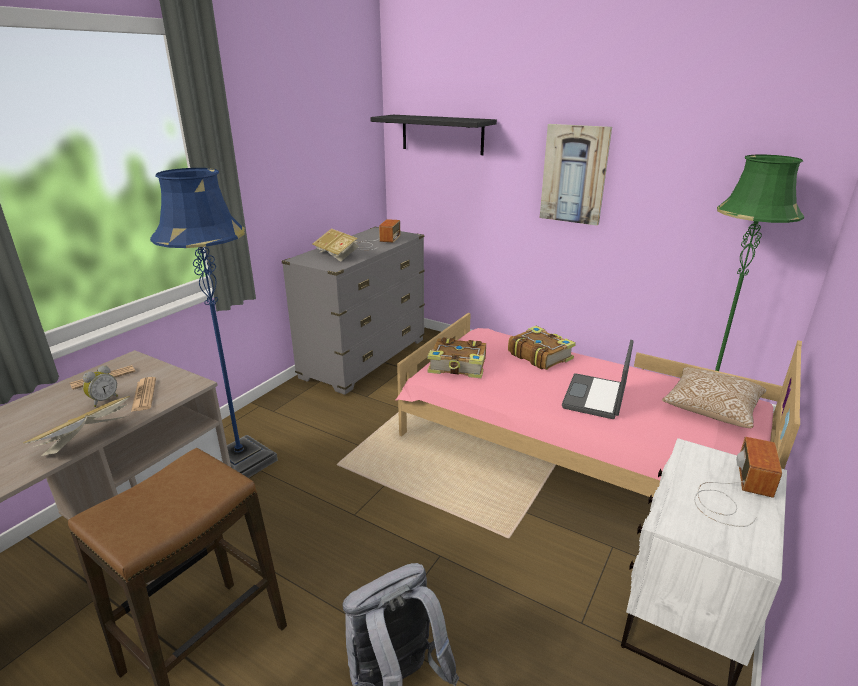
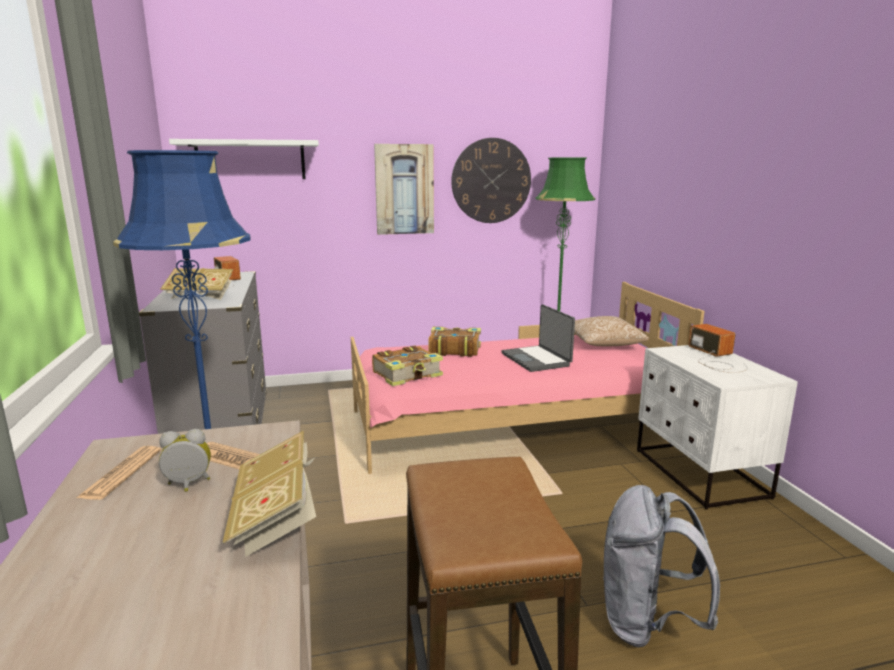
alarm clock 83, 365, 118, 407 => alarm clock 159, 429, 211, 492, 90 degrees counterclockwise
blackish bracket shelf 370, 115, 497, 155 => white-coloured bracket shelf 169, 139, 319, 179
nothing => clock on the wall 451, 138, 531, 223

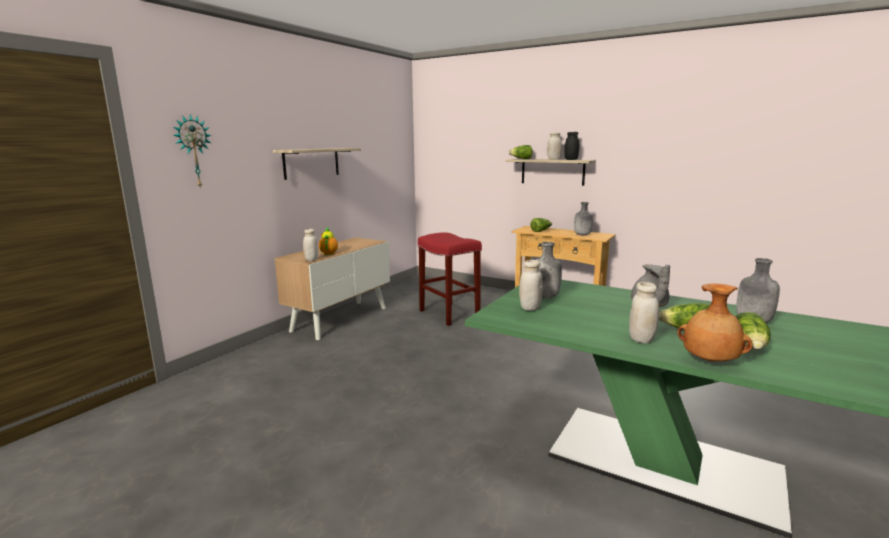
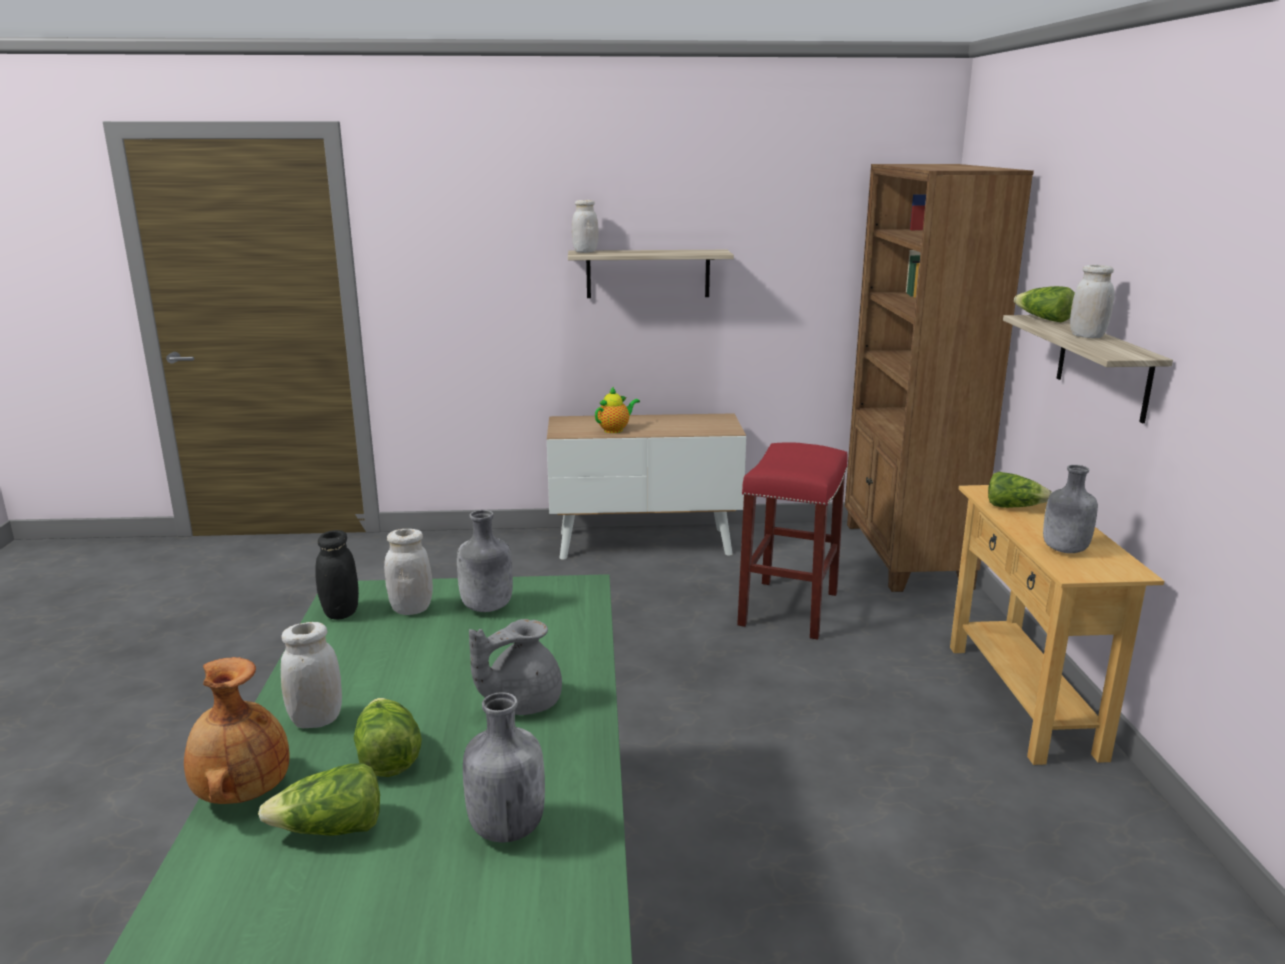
blackish storage jar 564, 132, 580, 160 => blackish storage jar 315, 530, 359, 620, relocated
white-coloured storage jar 303, 229, 319, 261 => white-coloured storage jar 572, 200, 599, 253, relocated
nothing => brown shelving unit 845, 164, 1034, 592
clock on the wall 173, 114, 212, 187 => nothing

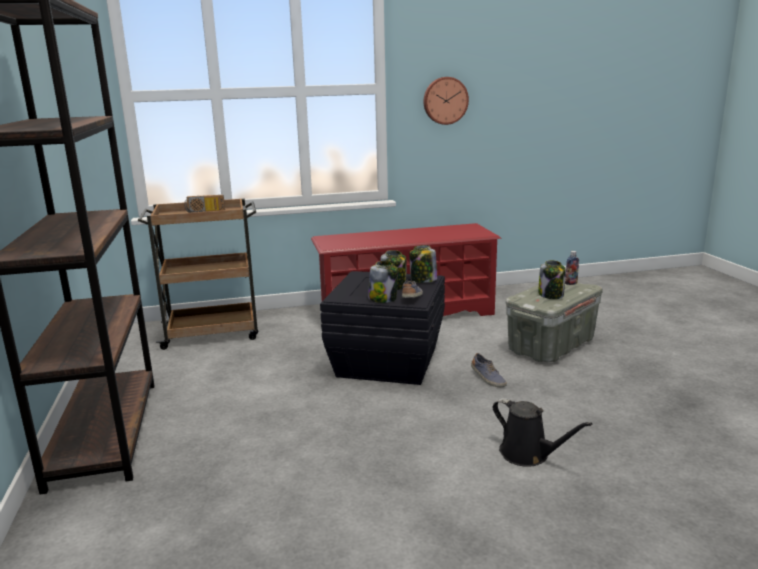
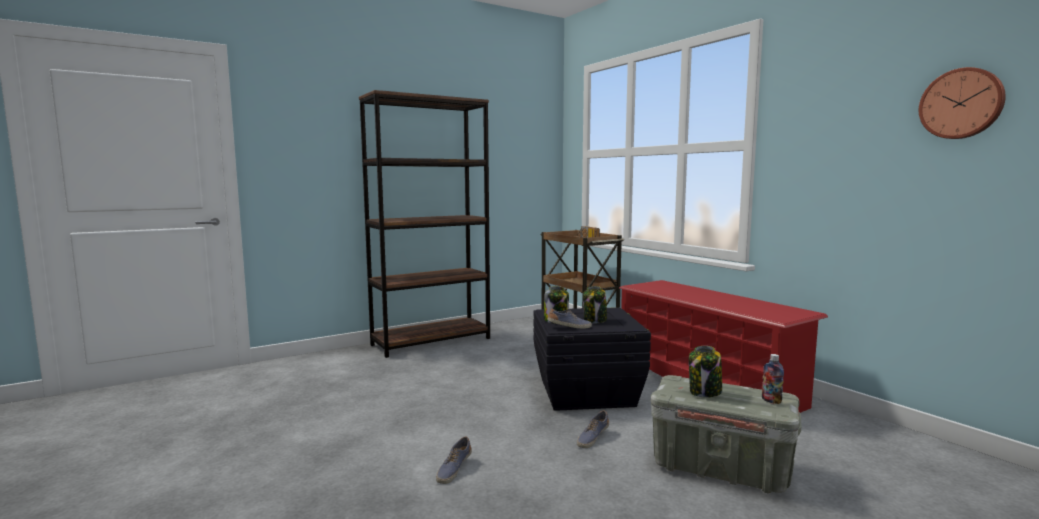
blackish watering can 493, 398, 592, 467 => shoe 436, 436, 472, 484
clock on the wall 423, 77, 469, 125 => clock on the wall 919, 67, 1006, 139, relocated
storage jar 409, 245, 437, 283 => nothing

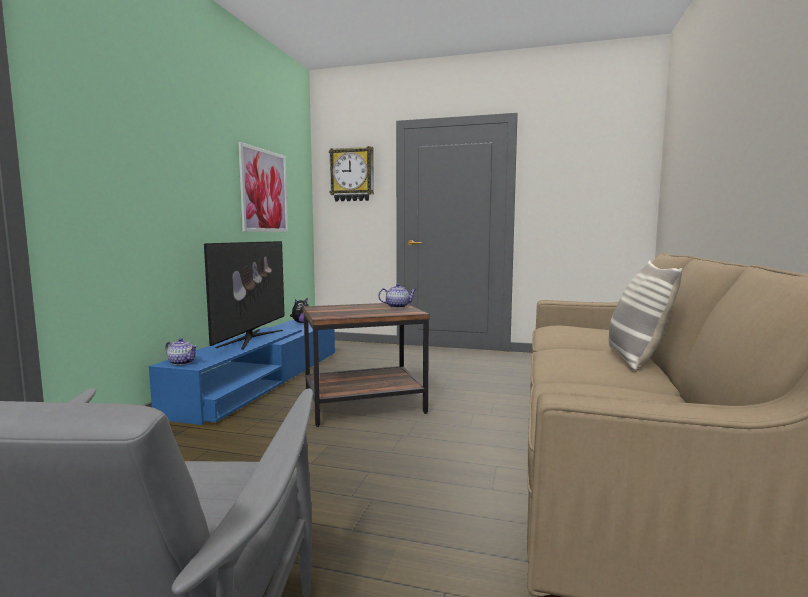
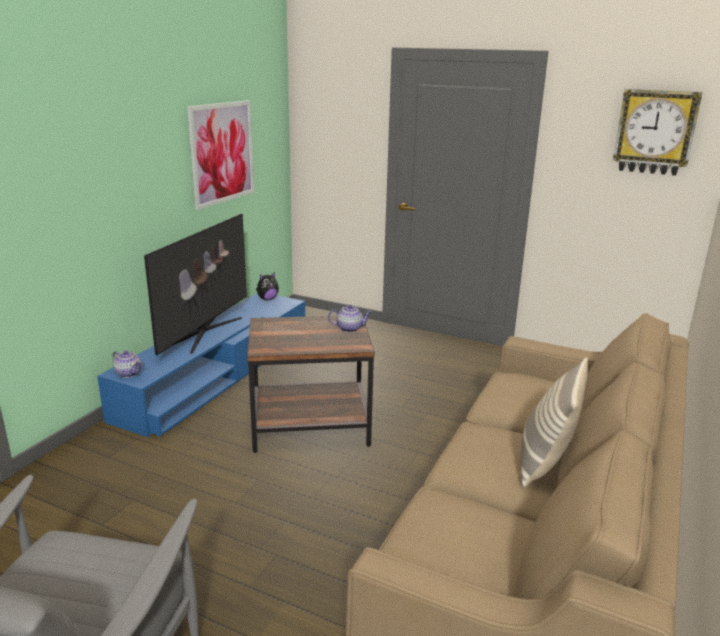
clock on the wall 329, 146, 374, 202 => clock on the wall 613, 89, 703, 176, relocated

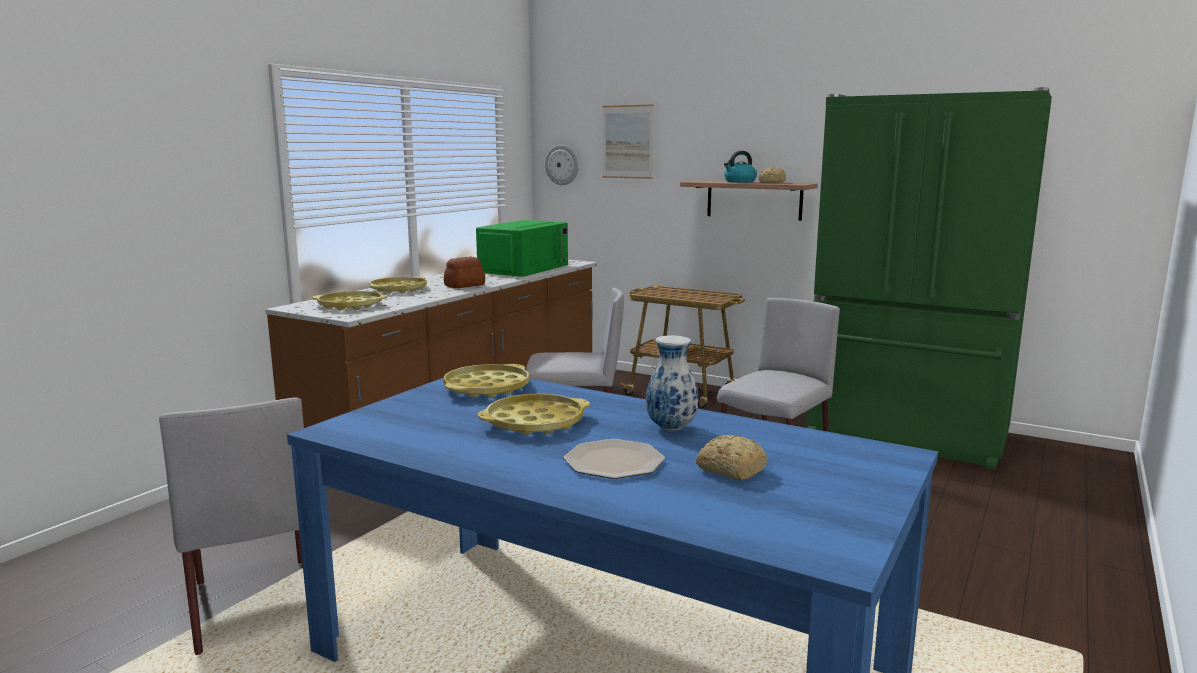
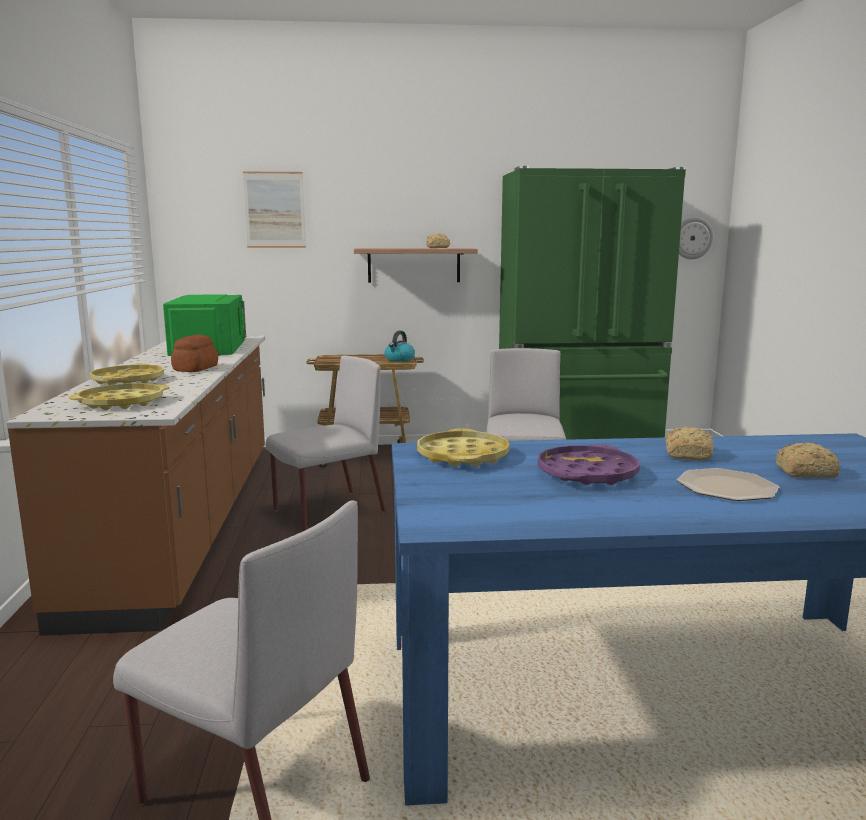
water kettle 724, 151, 757, 183 => water kettle 384, 331, 415, 362, relocated
yellow-coloured serving tray 478, 394, 590, 435 => purple serving tray 538, 444, 640, 485
vase 646, 335, 698, 431 => bread 665, 426, 714, 460
clock on the wall 545, 145, 579, 185 => clock on the wall 679, 217, 714, 259, relocated

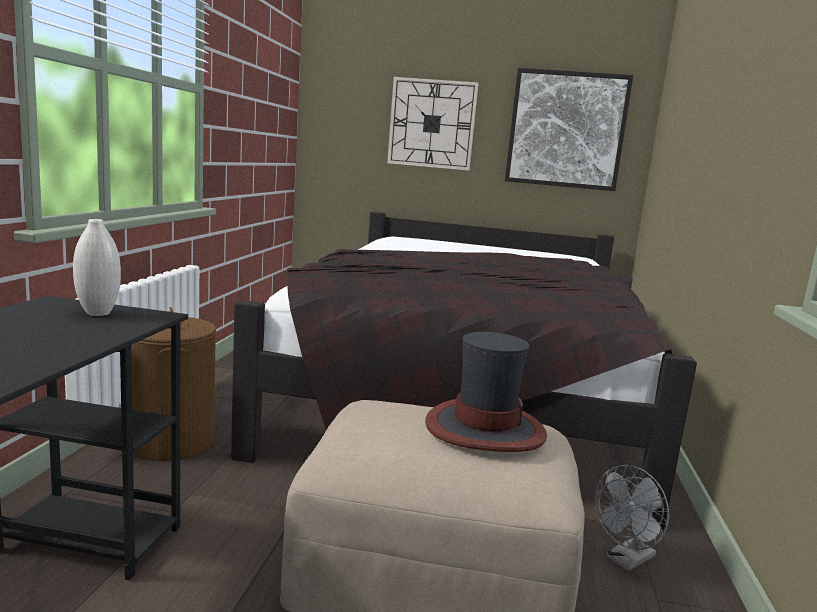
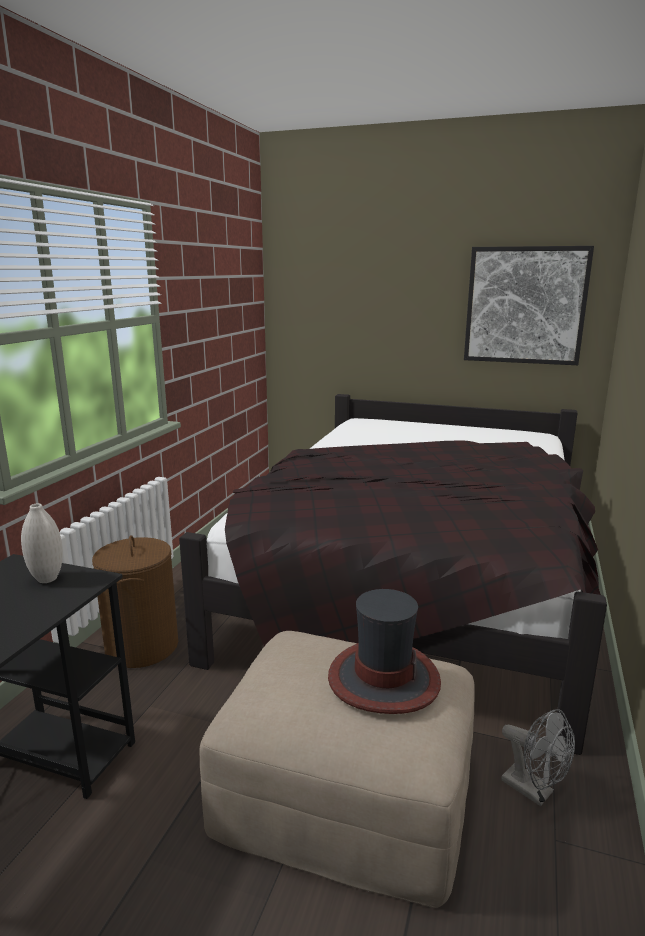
grey electric fan 595, 465, 669, 571 => grey electric fan 501, 709, 575, 806, 105 degrees counterclockwise
clock on the wall 387, 77, 479, 171 => nothing

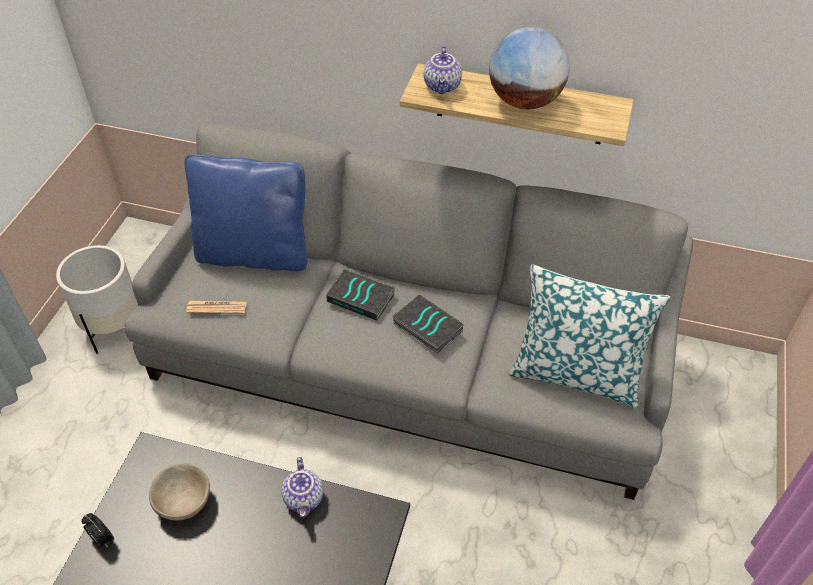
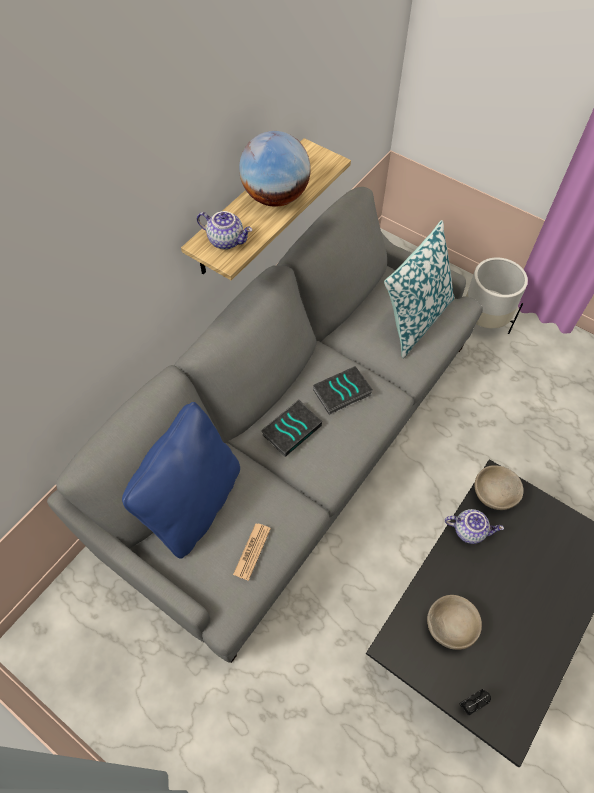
white-coloured planter 56, 245, 138, 354 => white-coloured planter 466, 257, 528, 334, relocated
nothing => sand-coloured deep dish 475, 465, 523, 510

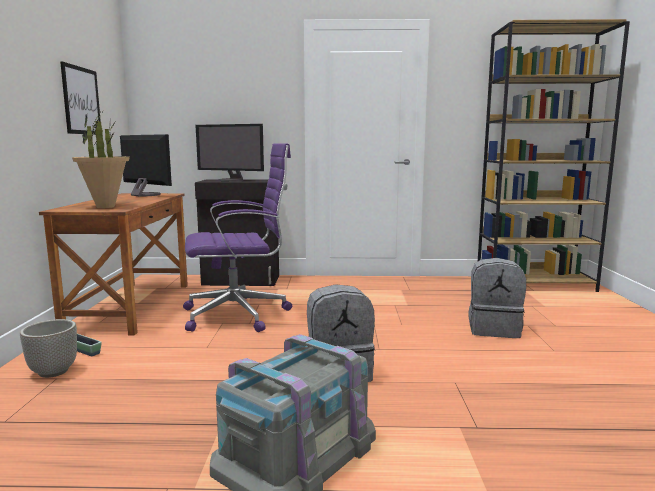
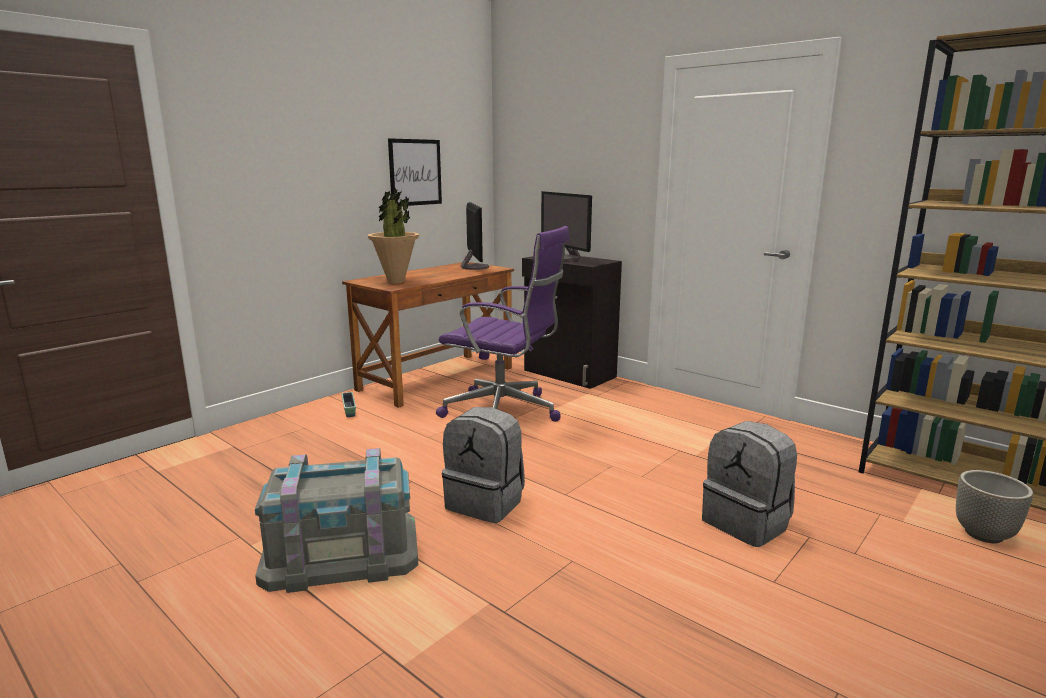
planter 20, 319, 77, 378 => planter 956, 470, 1033, 543, relocated

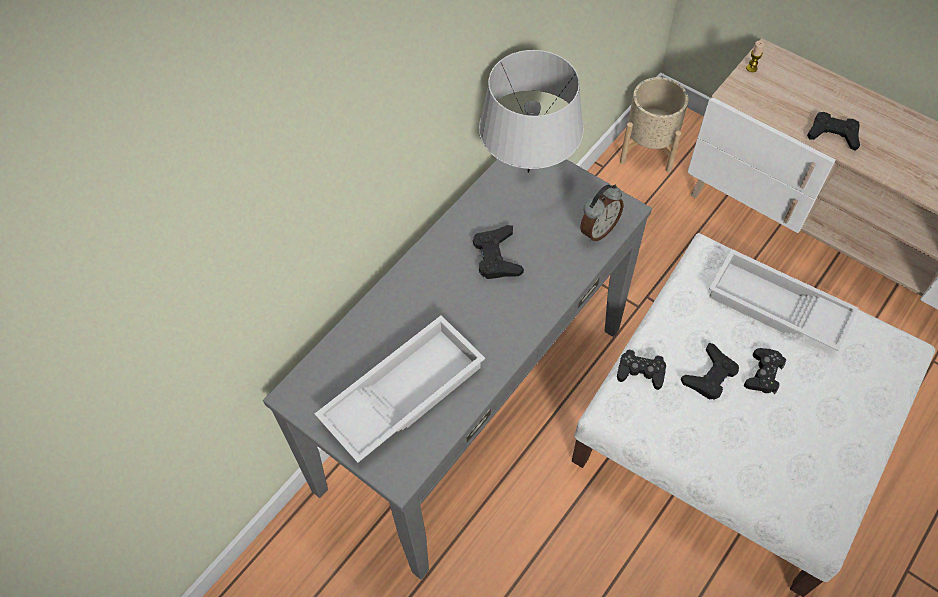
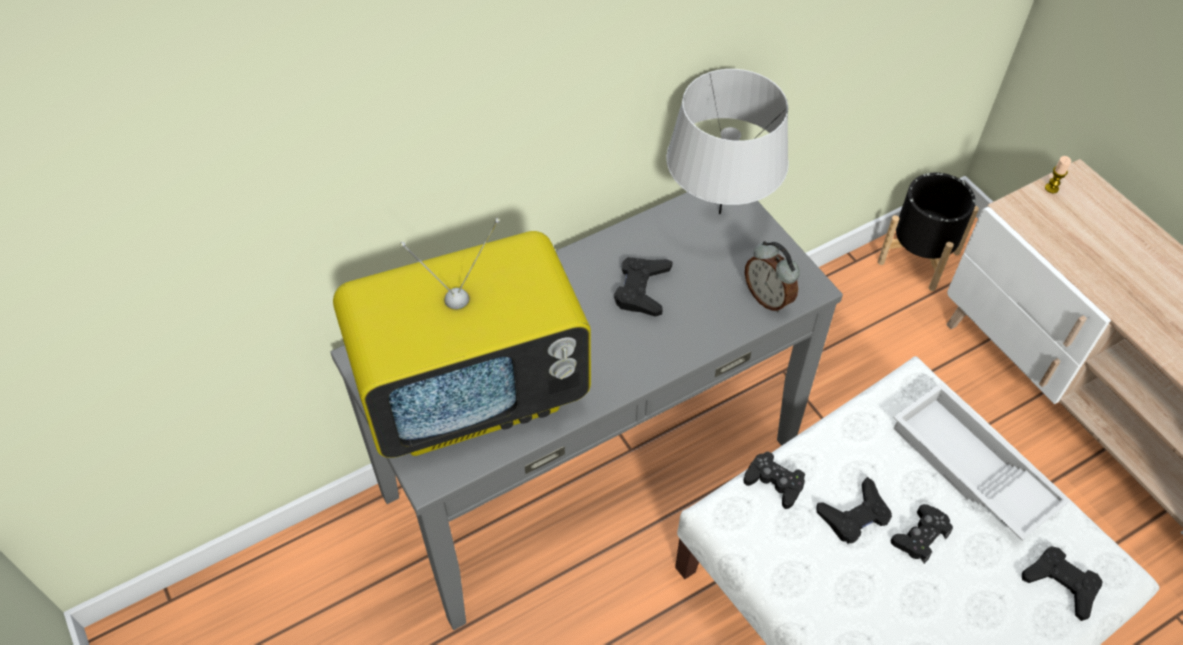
white-coloured serving tray 315, 315, 485, 463 => TV 333, 218, 591, 458
alarm clock 580, 184, 624, 242 => alarm clock 745, 241, 800, 313, 75 degrees clockwise
sand-coloured planter 620, 77, 688, 172 => blackish planter 878, 172, 979, 291
blackish game controller 807, 112, 860, 151 => blackish game controller 1022, 546, 1103, 621, relocated

